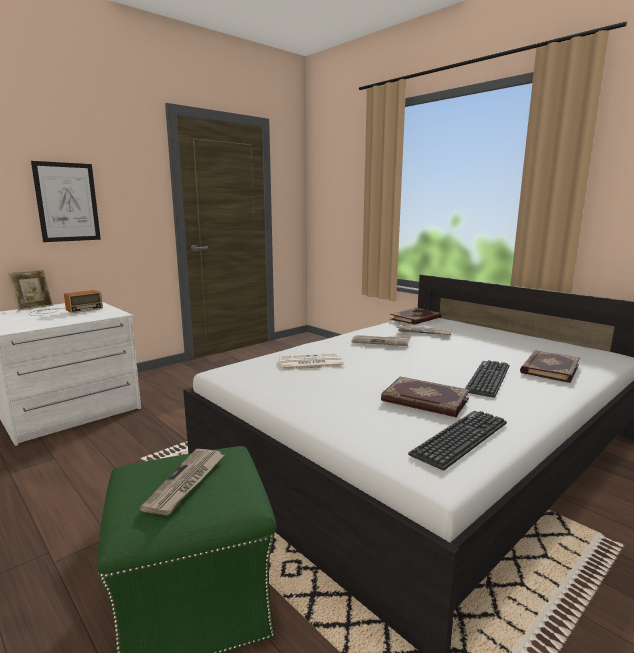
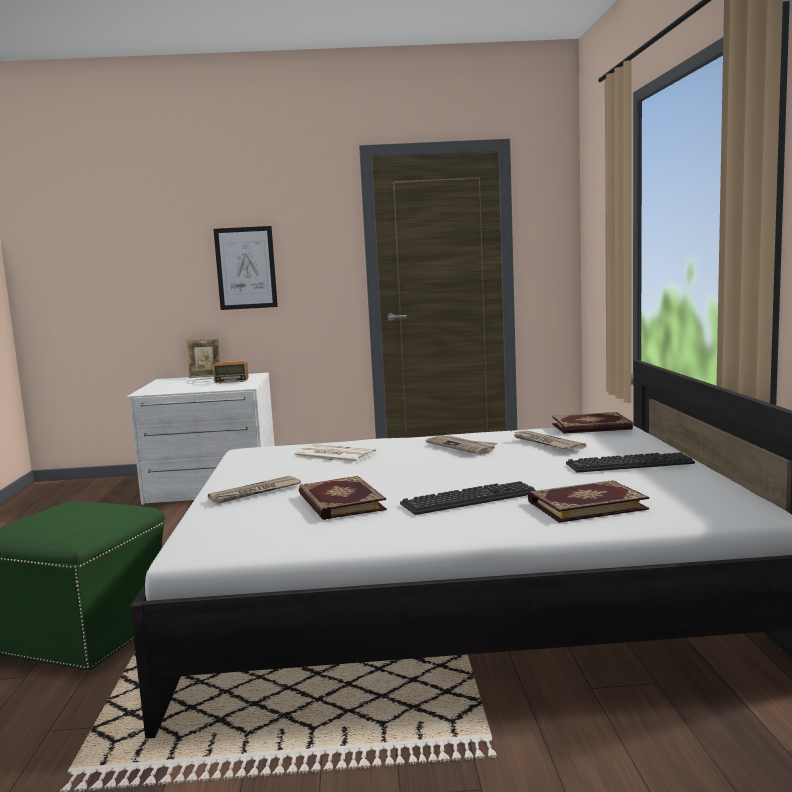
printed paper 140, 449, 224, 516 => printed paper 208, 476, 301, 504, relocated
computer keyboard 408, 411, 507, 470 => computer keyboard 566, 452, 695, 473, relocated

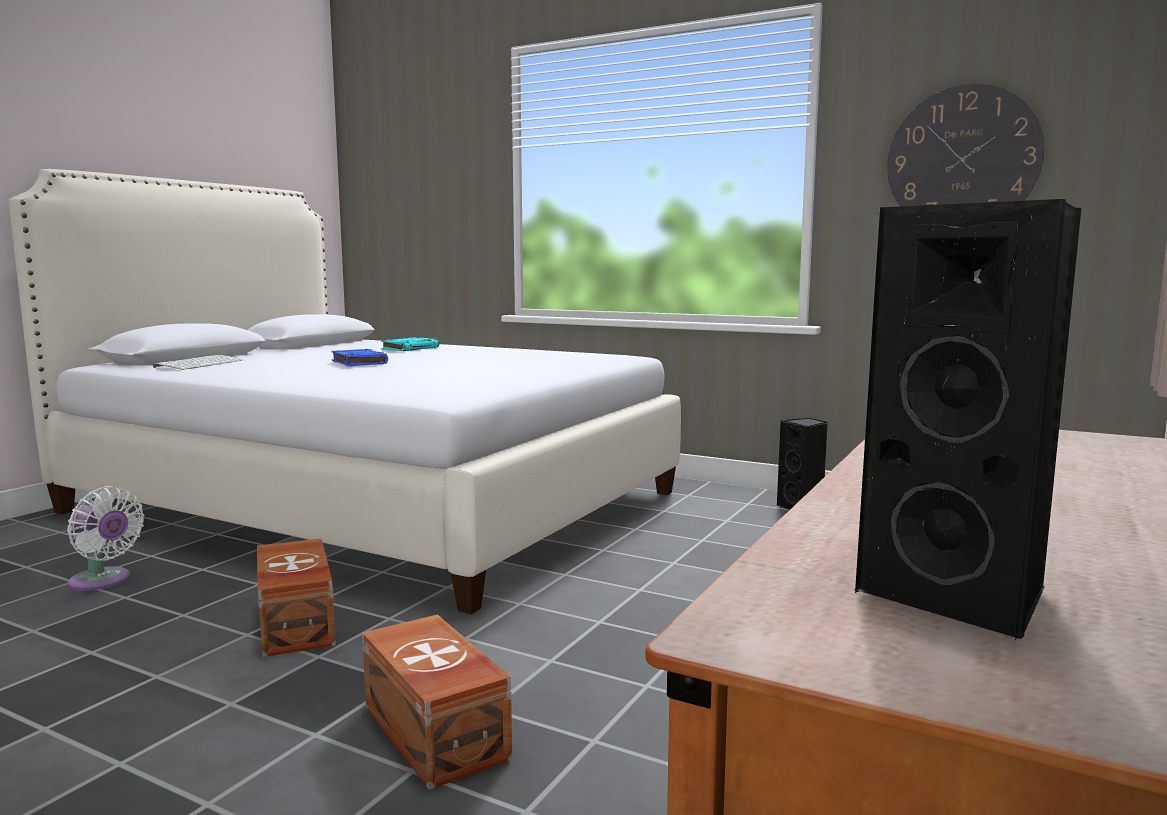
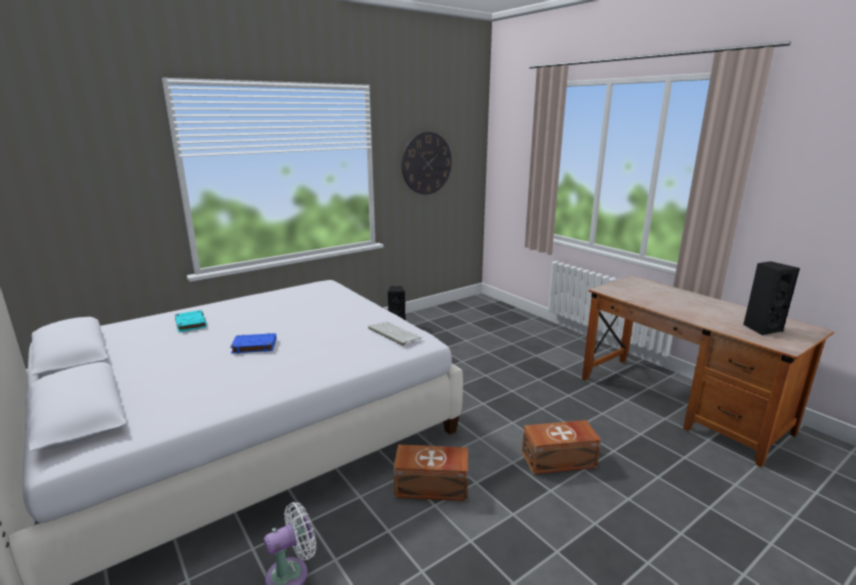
computer keyboard 153, 355, 244, 370 => computer keyboard 368, 322, 422, 346, relocated

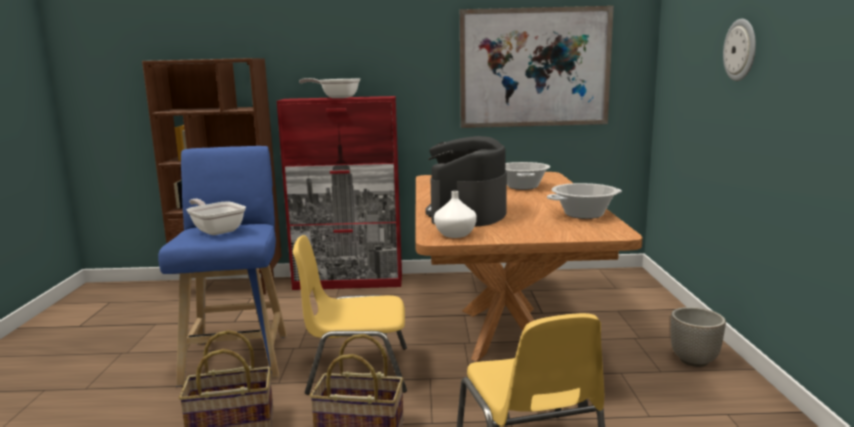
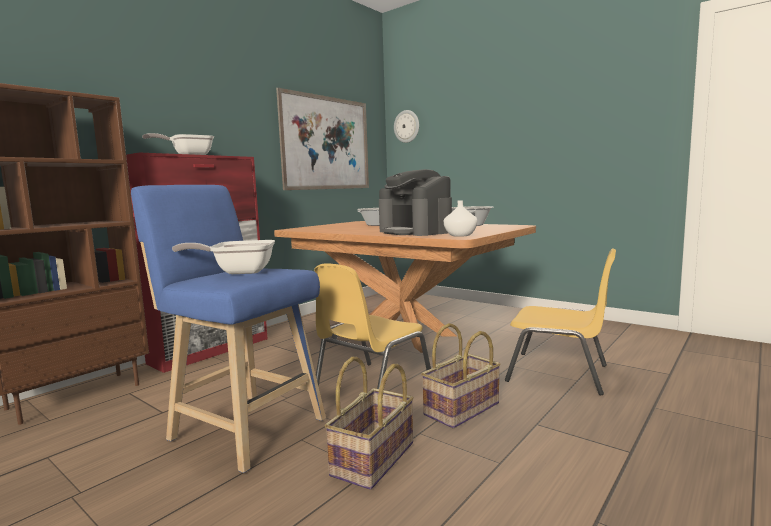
clock on the wall 723, 19, 756, 81 => clock on the wall 394, 110, 419, 143, relocated
planter 671, 307, 726, 367 => nothing

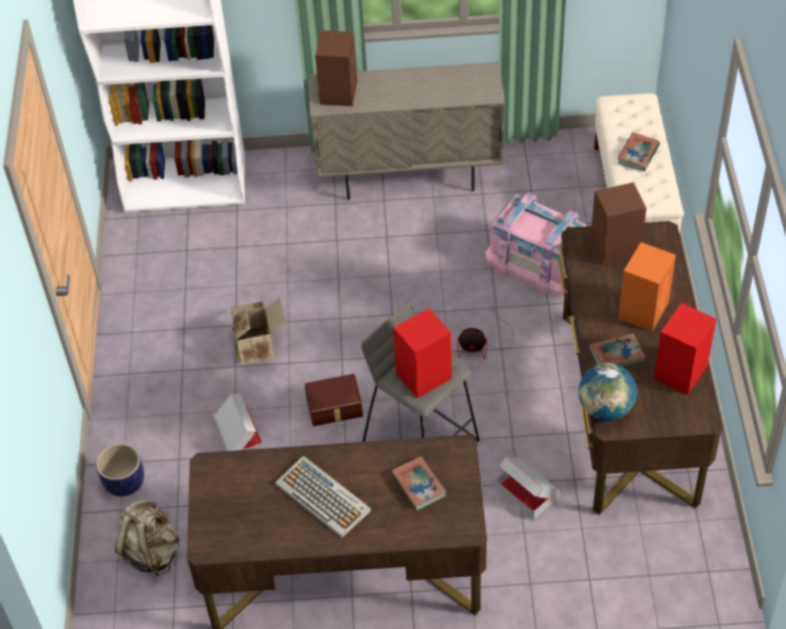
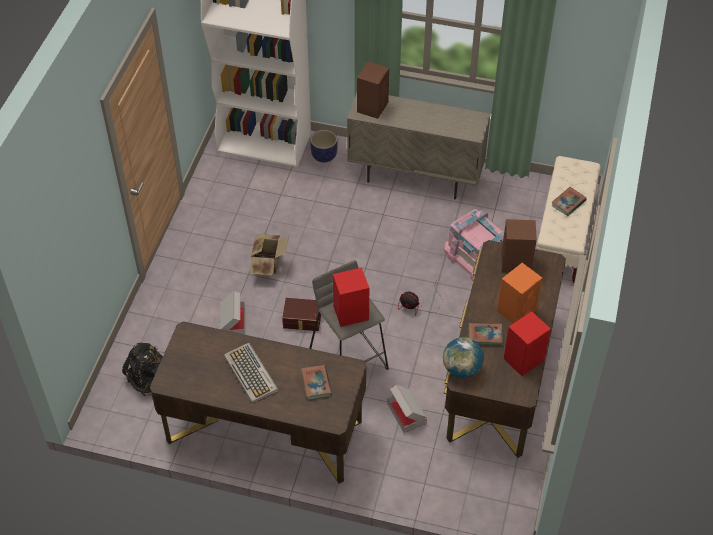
sand-coloured knapsack 115, 500, 180, 576 => blackish knapsack 122, 343, 163, 396
planter 96, 443, 144, 497 => planter 310, 130, 337, 163, relocated

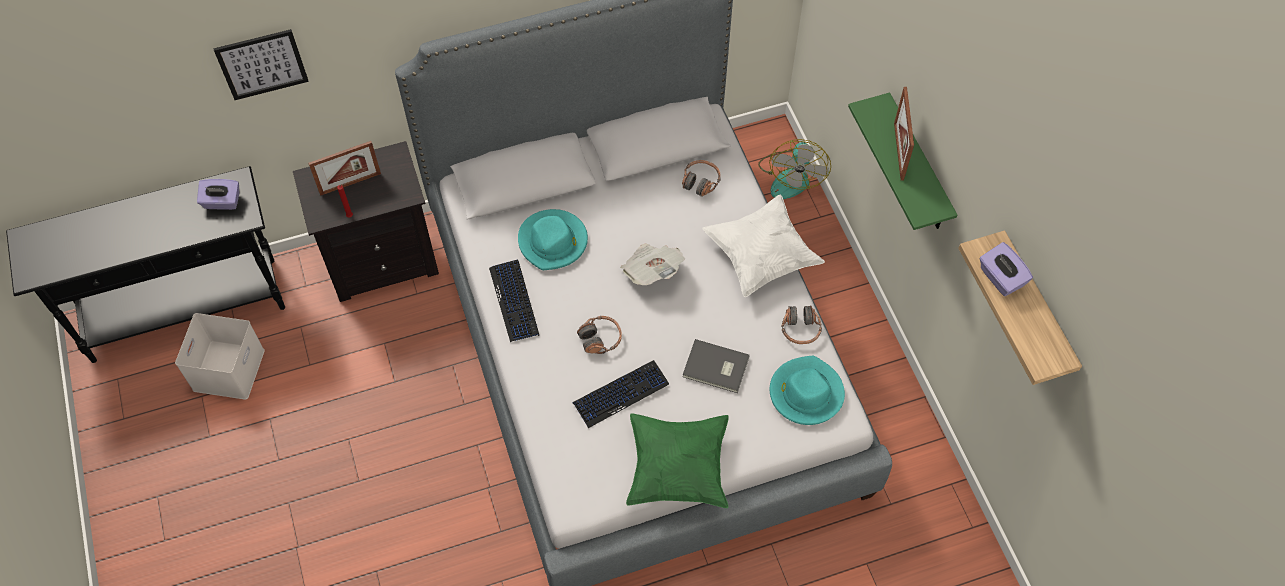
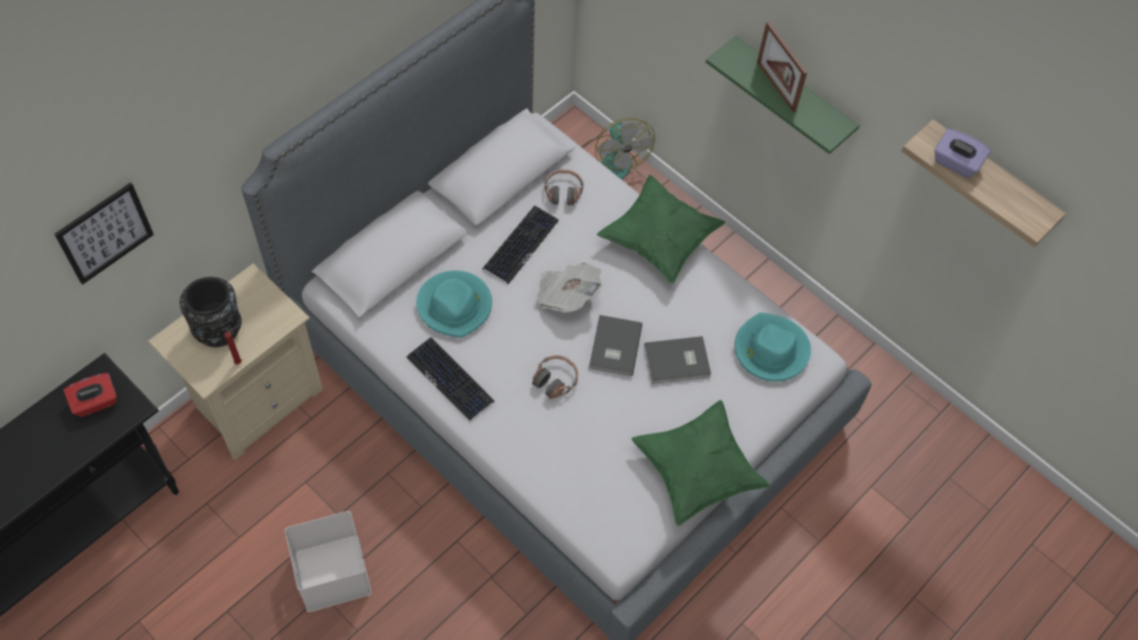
purple tissue box 197, 179, 239, 210 => reddish tissue box 64, 373, 117, 417
blackish night table 293, 141, 439, 302 => sand-coloured night table 148, 264, 323, 460
picture frame 308, 141, 381, 196 => blackish vase 180, 277, 242, 347
white-coloured storage box 175, 313, 265, 400 => white-coloured storage box 285, 511, 372, 612, relocated
computer keyboard 573, 360, 669, 428 => computer keyboard 483, 205, 559, 284, relocated
nothing => grey book 589, 315, 642, 376
white-coloured throw pillow 702, 195, 825, 297 => greenish throw pillow 597, 175, 726, 284
pair of headphones 781, 305, 822, 344 => nothing

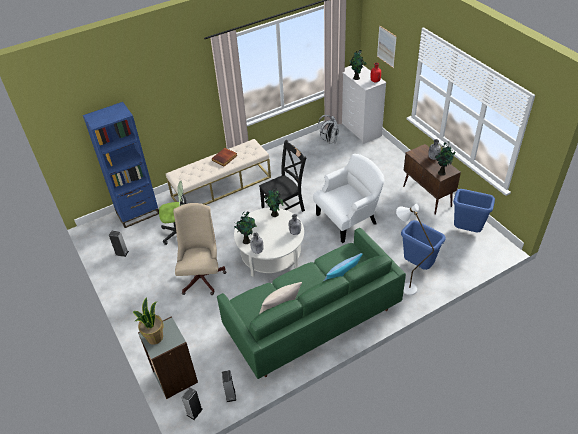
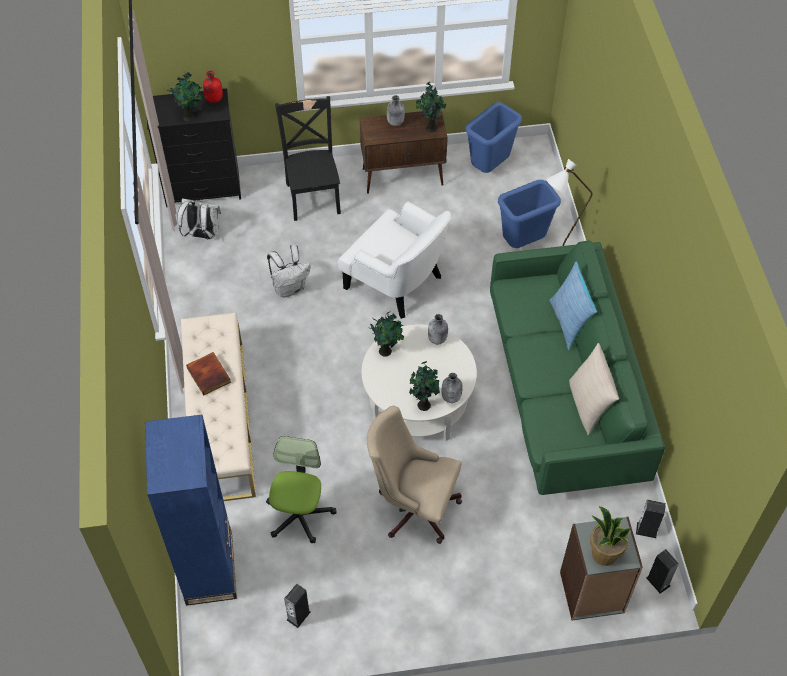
white-coloured drawer chest 342, 65, 386, 144 => blackish drawer chest 147, 89, 241, 207
nothing => white-coloured knapsack 267, 245, 310, 297
blackish chair 259, 140, 306, 212 => blackish chair 275, 96, 341, 221, relocated
white-coloured armchair 313, 154, 384, 243 => white-coloured armchair 337, 201, 451, 319, 135 degrees clockwise
picture 377, 25, 397, 68 => nothing

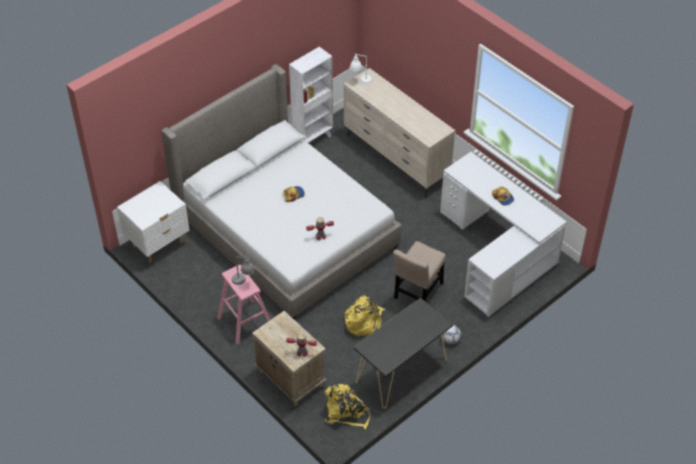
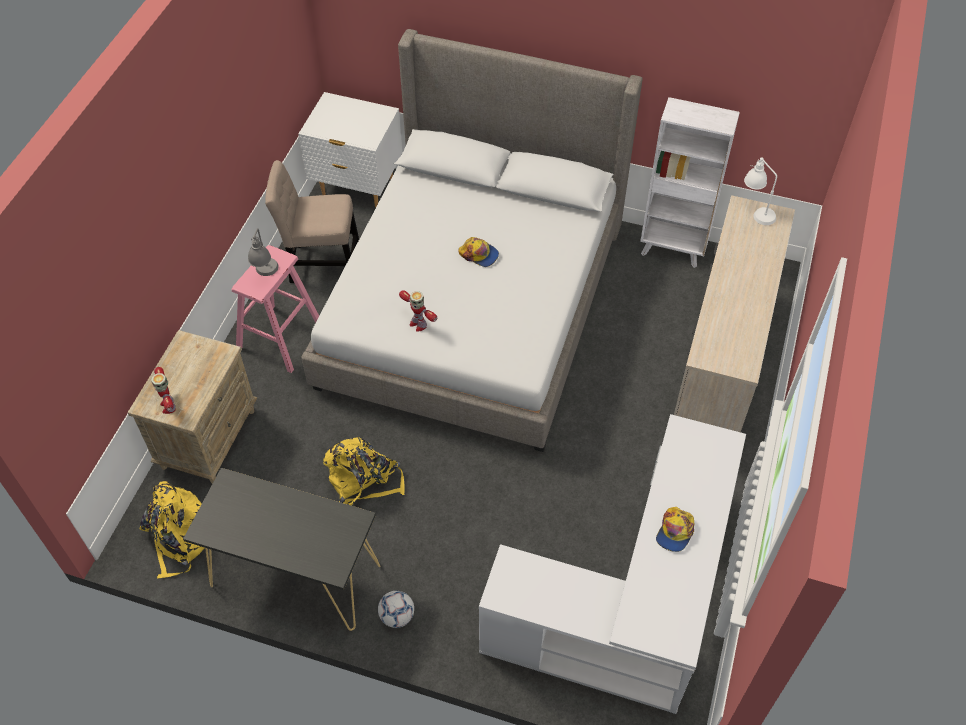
sand-coloured chair 393, 241, 446, 302 => sand-coloured chair 265, 160, 359, 283, relocated

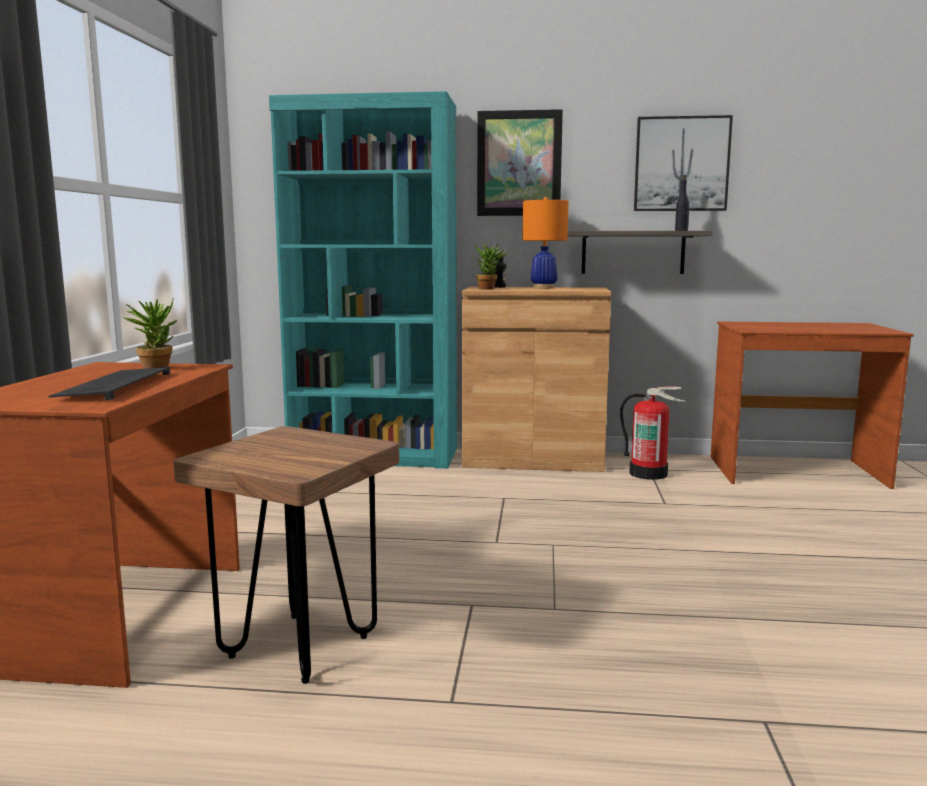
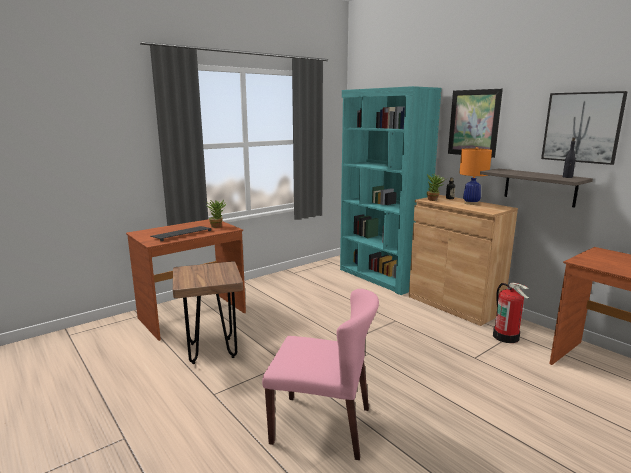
nothing => pink chair 262, 289, 379, 460

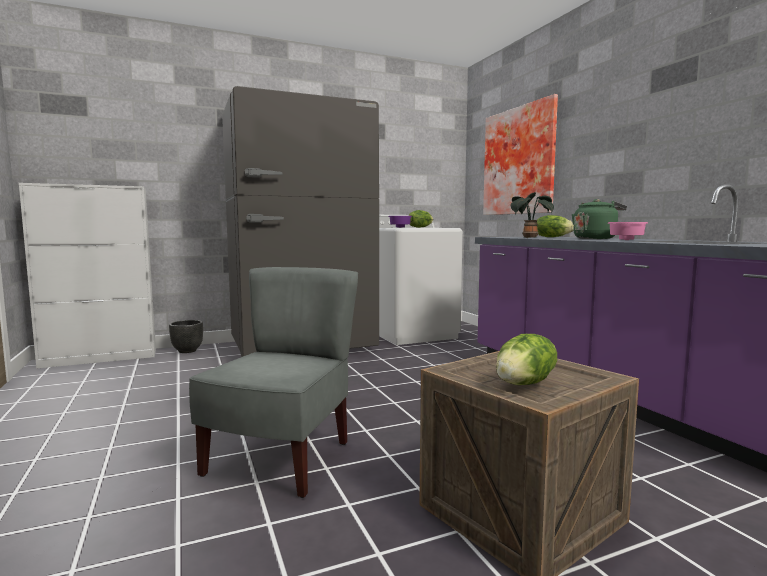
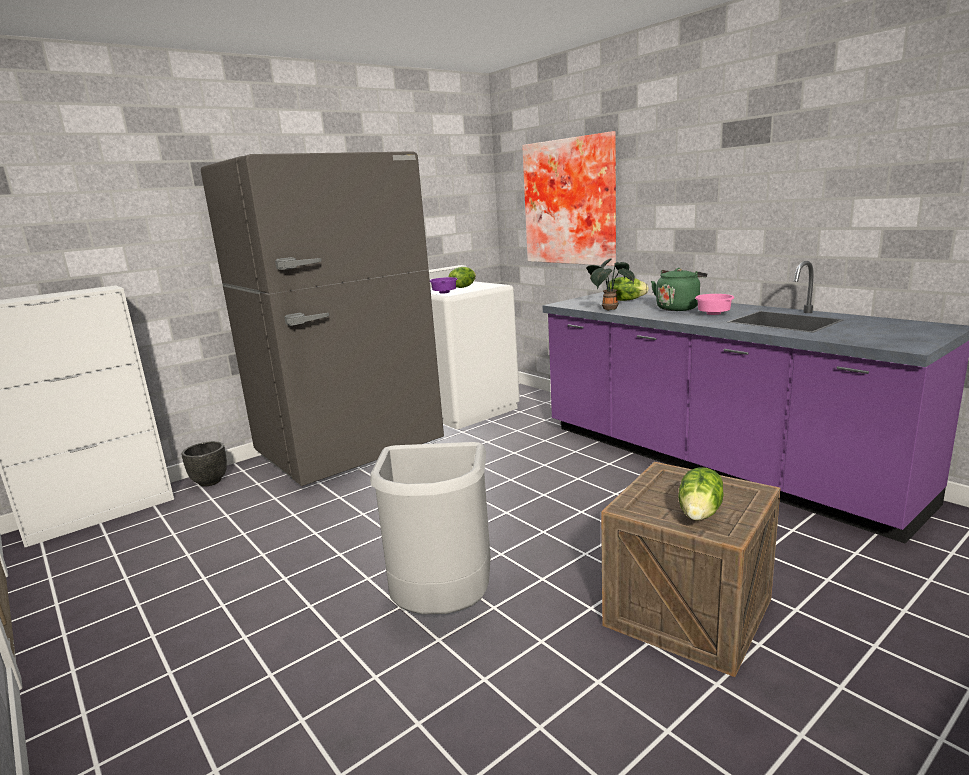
grey chair 189, 267, 358, 498 => grey waste bin 370, 442, 491, 614

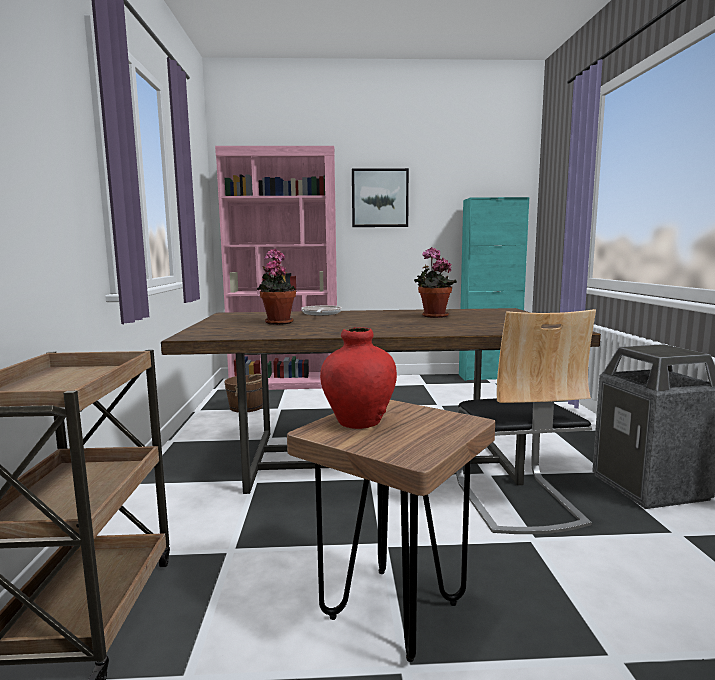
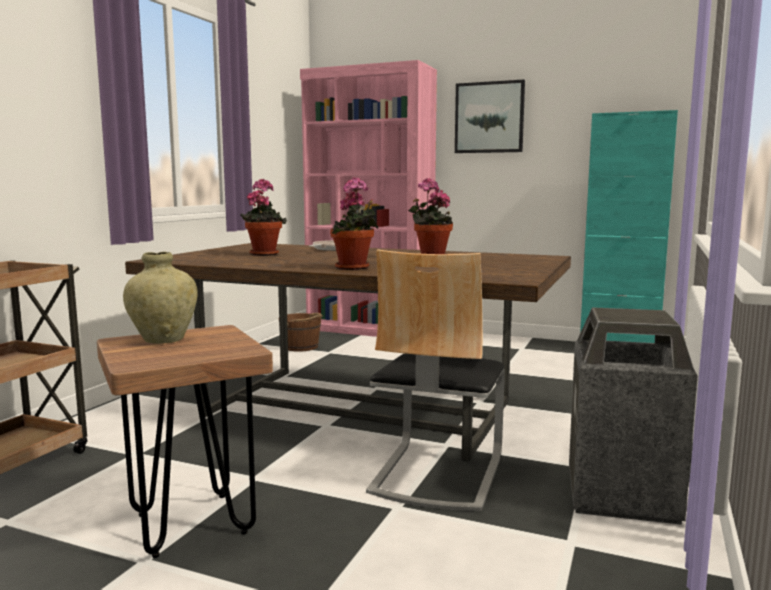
reddish vase 320, 327, 397, 429 => sand-coloured vase 123, 252, 198, 344
nothing => potted plant 330, 177, 378, 270

